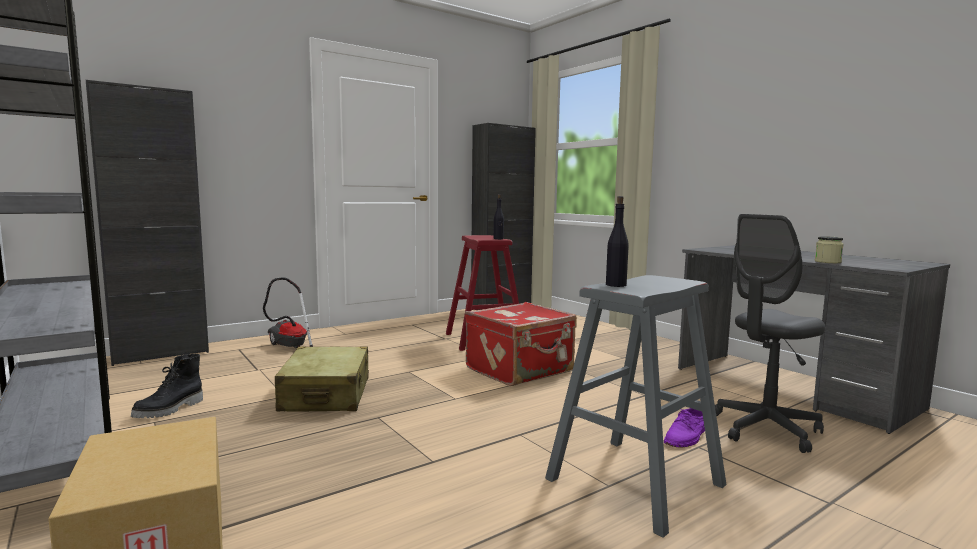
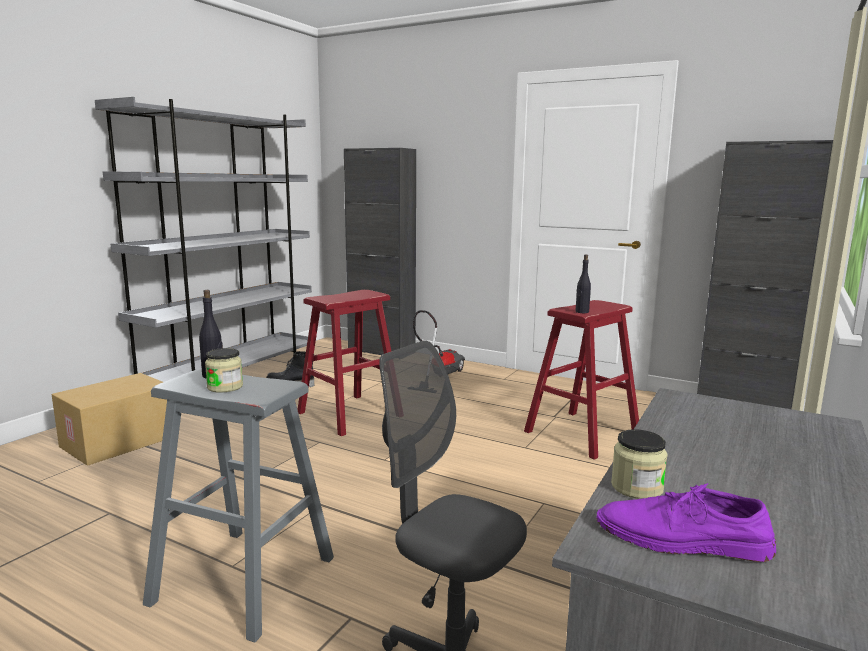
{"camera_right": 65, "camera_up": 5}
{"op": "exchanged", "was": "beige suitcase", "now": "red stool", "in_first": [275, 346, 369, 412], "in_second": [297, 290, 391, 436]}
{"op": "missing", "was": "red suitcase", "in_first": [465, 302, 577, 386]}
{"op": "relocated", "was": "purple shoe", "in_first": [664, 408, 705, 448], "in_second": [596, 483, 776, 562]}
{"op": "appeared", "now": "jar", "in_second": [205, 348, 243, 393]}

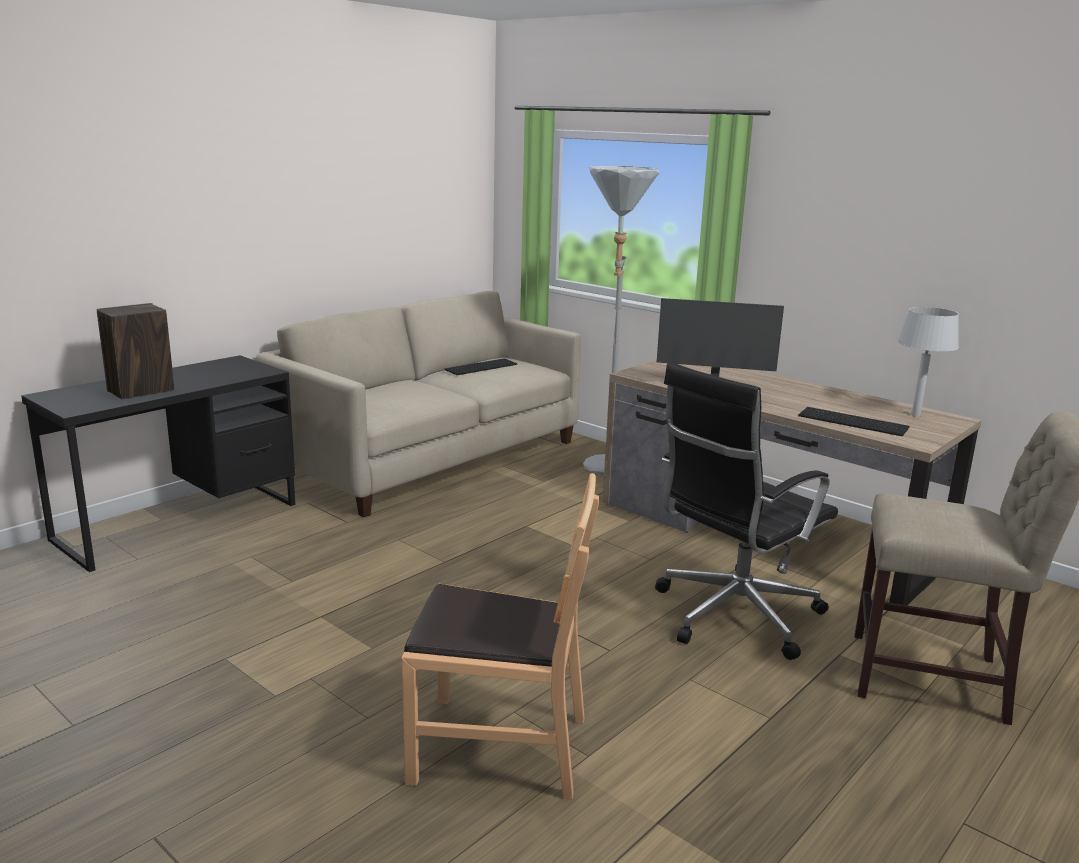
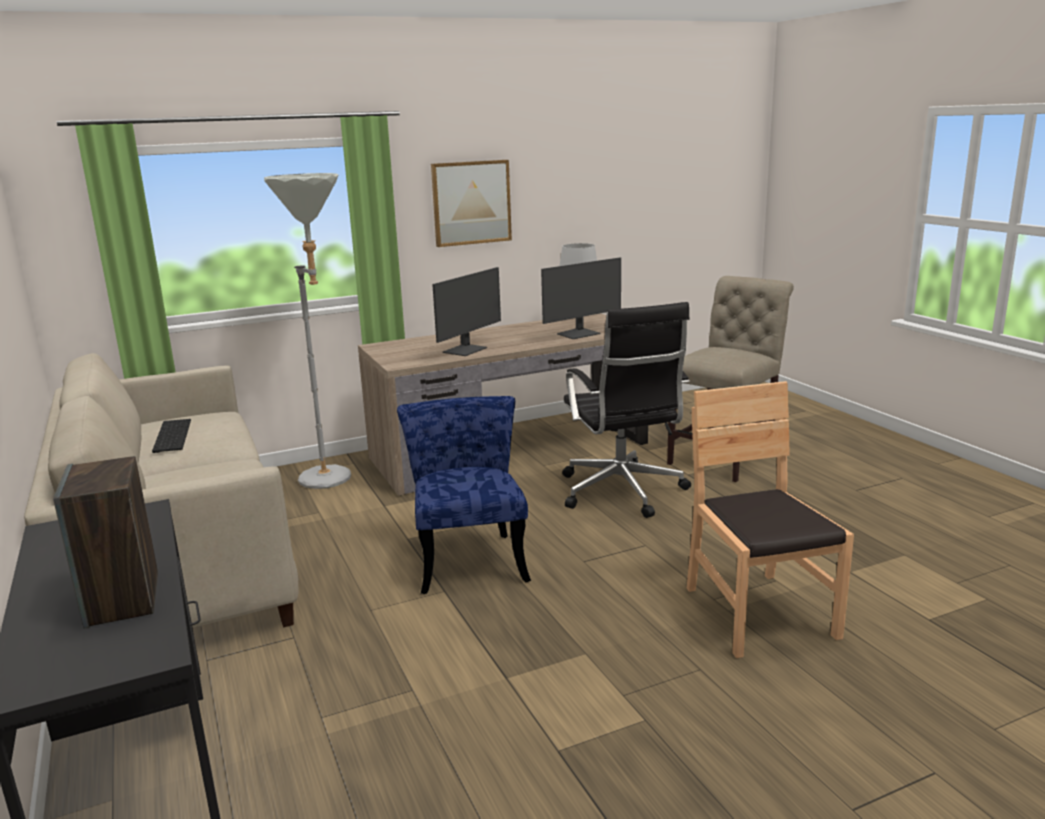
{"camera_right": -65, "camera_up": 0}
{"op": "spun", "was": "brown chair", "in_first": [402, 473, 599, 799], "in_second": [687, 381, 854, 658], "clockwise": -45}
{"op": "exchanged", "was": "keyboard", "now": "monitor", "in_first": [798, 407, 910, 436], "in_second": [541, 257, 621, 339]}
{"op": "appeared", "now": "blue chair", "in_second": [397, 396, 531, 594]}
{"op": "appeared", "now": "picture", "in_second": [431, 160, 512, 247]}

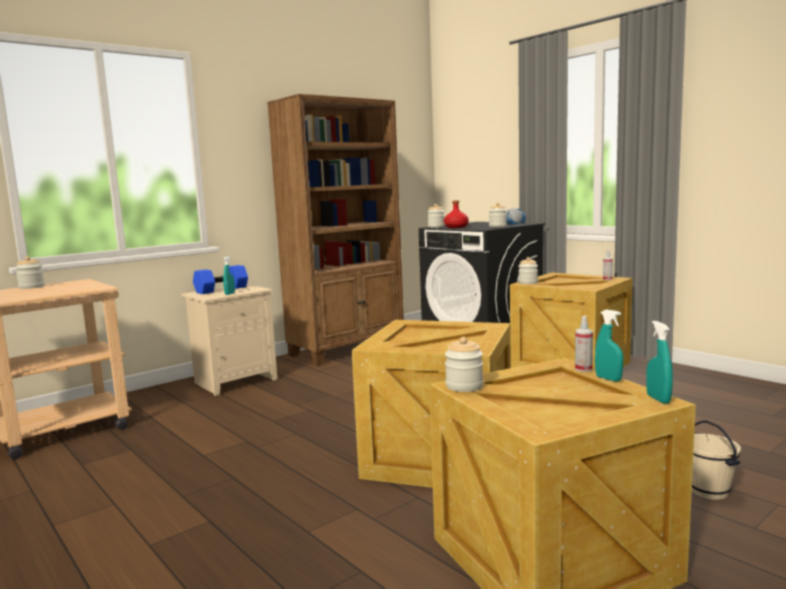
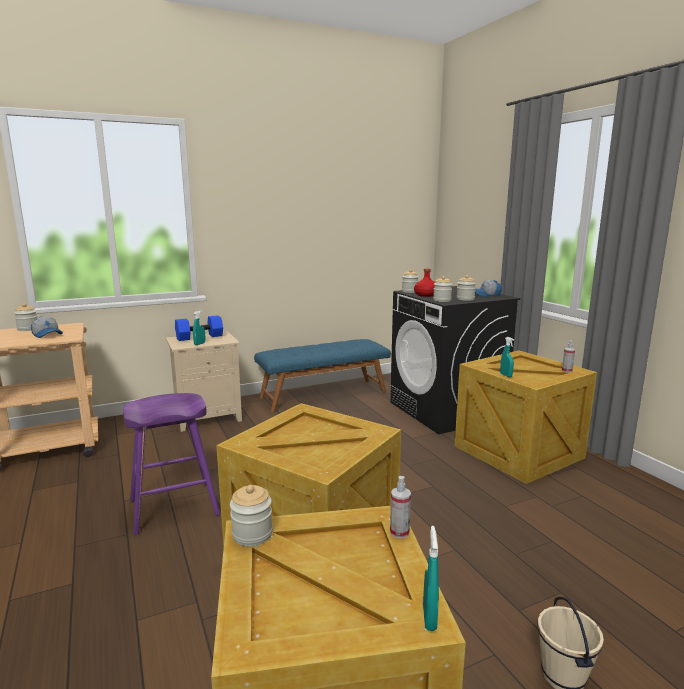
{"camera_right": 15, "camera_up": 5}
{"op": "exchanged", "was": "brown bookcase", "now": "blue bench", "in_first": [267, 94, 404, 366], "in_second": [254, 339, 391, 412]}
{"op": "relocated", "was": "jar", "in_first": [518, 257, 538, 284], "in_second": [433, 276, 452, 302]}
{"op": "relocated", "was": "turquoise spray bottle", "in_first": [595, 309, 623, 381], "in_second": [500, 337, 514, 377]}
{"op": "appeared", "now": "cap", "in_second": [31, 316, 63, 338]}
{"op": "appeared", "now": "purple stool", "in_second": [123, 393, 220, 535]}

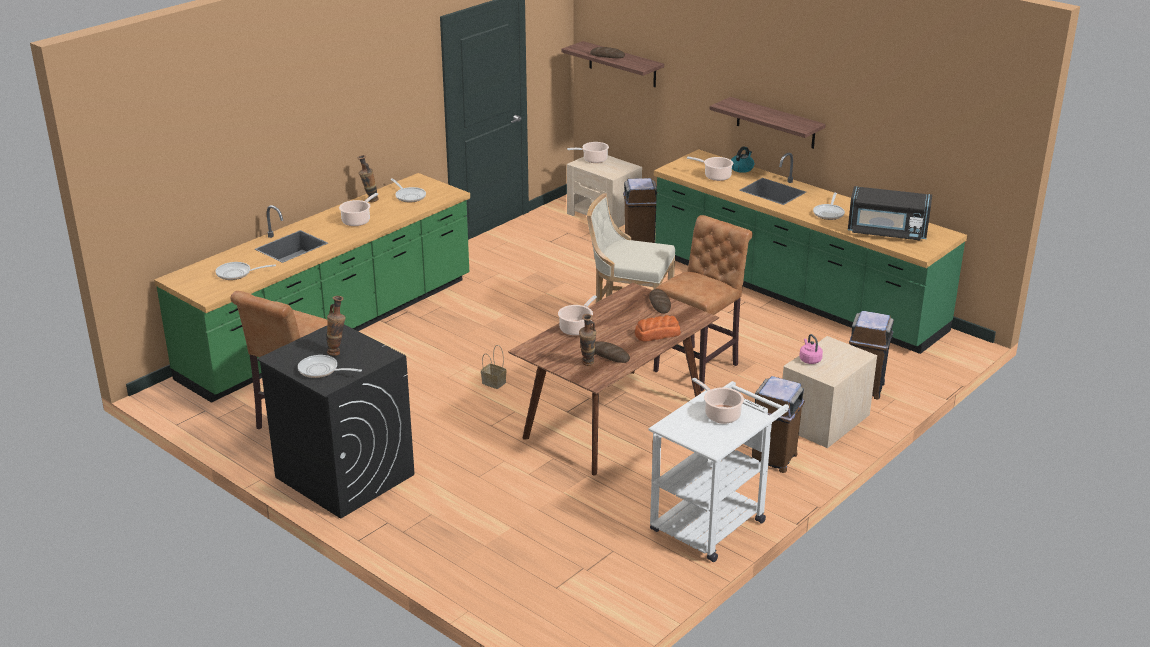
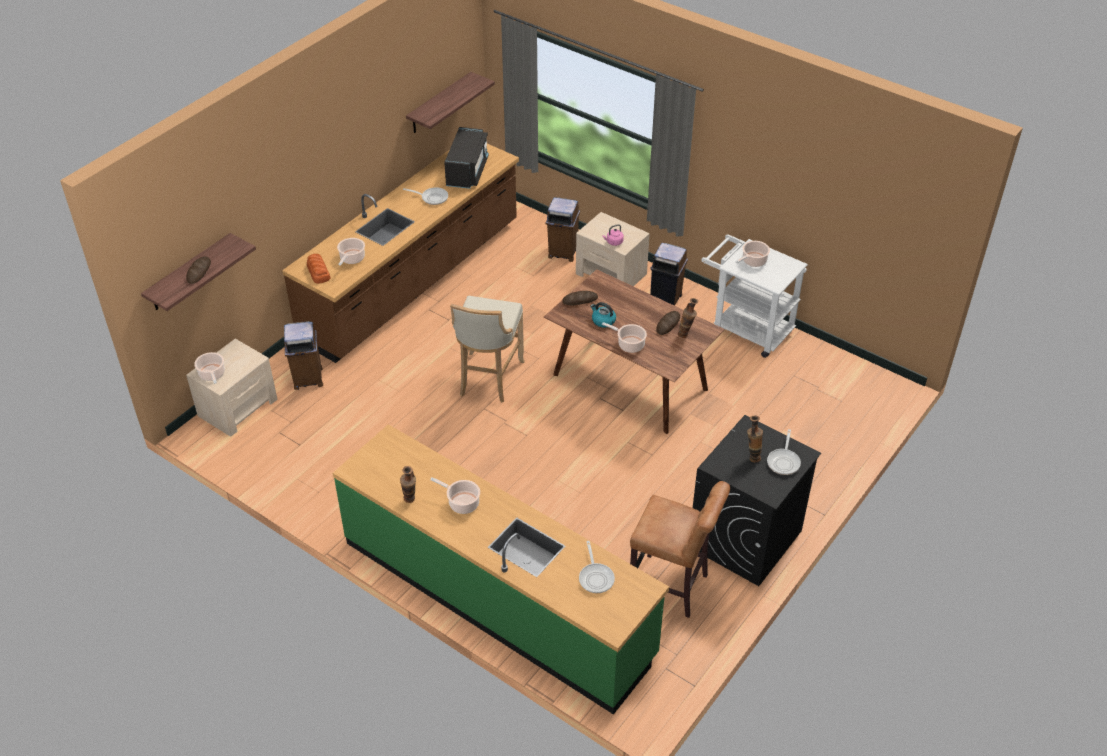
{"camera_right": -95, "camera_up": 15}
{"op": "missing", "was": "frying pan", "in_first": [391, 178, 426, 203]}
{"op": "missing", "was": "basket", "in_first": [481, 345, 507, 389]}
{"op": "relocated", "was": "bread", "in_first": [635, 315, 681, 342], "in_second": [307, 254, 331, 284]}
{"op": "colour", "was": "green counter", "now": "brown counter", "in_first": [654, 149, 967, 354], "in_second": [282, 144, 519, 363]}
{"op": "missing", "was": "brown stool", "in_first": [654, 215, 753, 391]}
{"op": "relocated", "was": "shelf", "in_first": [710, 97, 826, 149], "in_second": [406, 72, 495, 133]}
{"op": "relocated", "was": "kettle", "in_first": [731, 147, 754, 173], "in_second": [590, 302, 616, 328]}

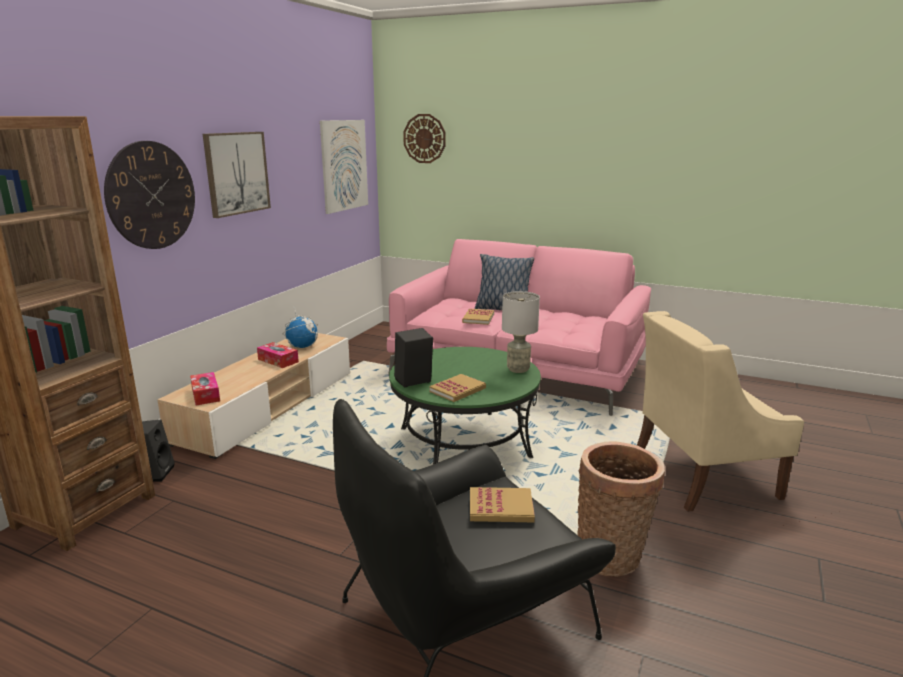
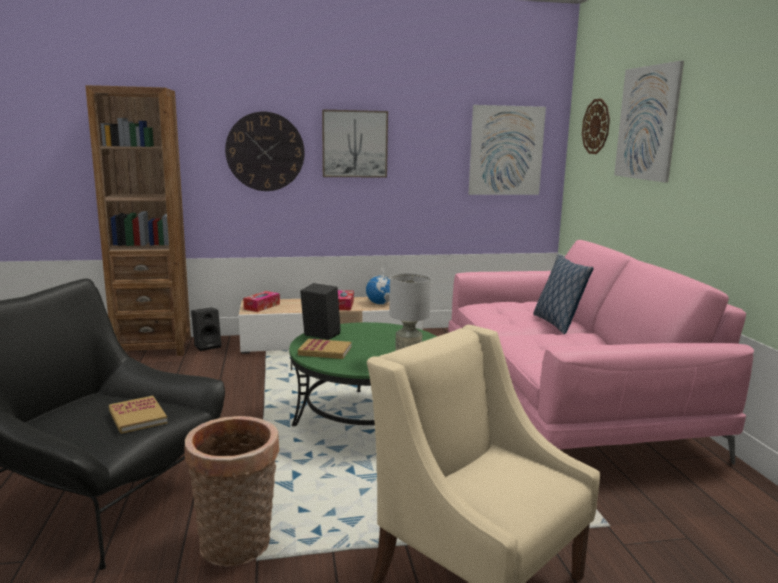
{"camera_right": 55, "camera_up": -5}
{"op": "missing", "was": "book", "in_first": [462, 309, 494, 325]}
{"op": "appeared", "now": "picture", "in_second": [614, 61, 684, 183]}

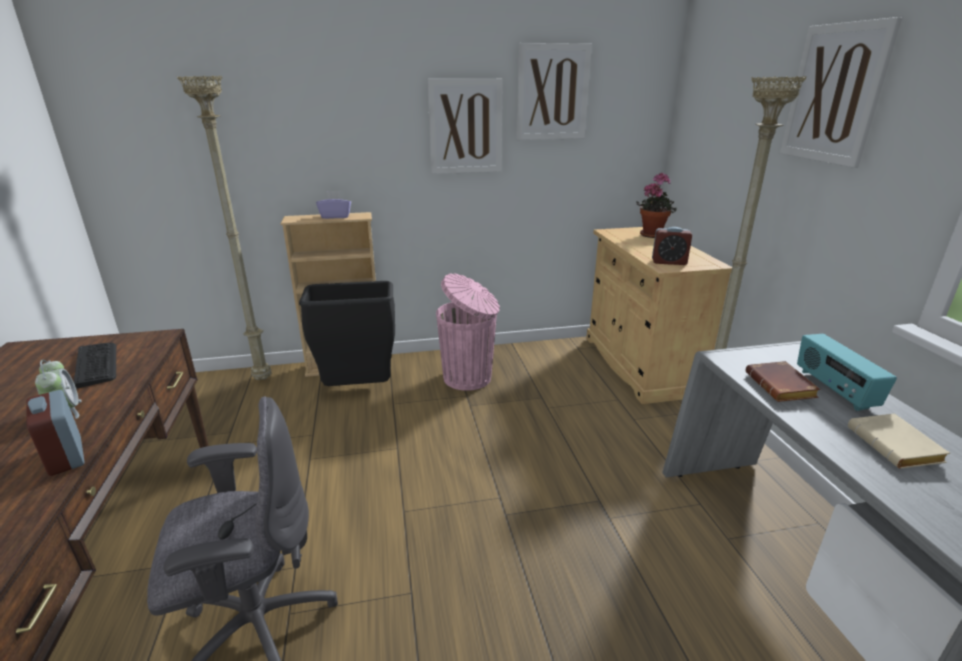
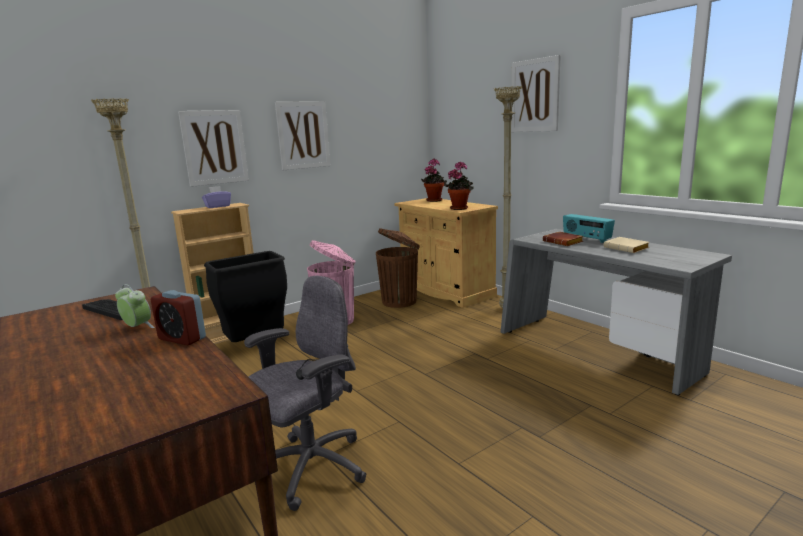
{"camera_right": -25, "camera_up": -10}
{"op": "relocated", "was": "picture", "in_first": [516, 43, 592, 140], "in_second": [178, 110, 249, 187]}
{"op": "exchanged", "was": "alarm clock", "now": "potted plant", "in_first": [652, 227, 692, 265], "in_second": [444, 161, 474, 210]}
{"op": "appeared", "now": "brown trash can", "in_second": [376, 228, 420, 308]}

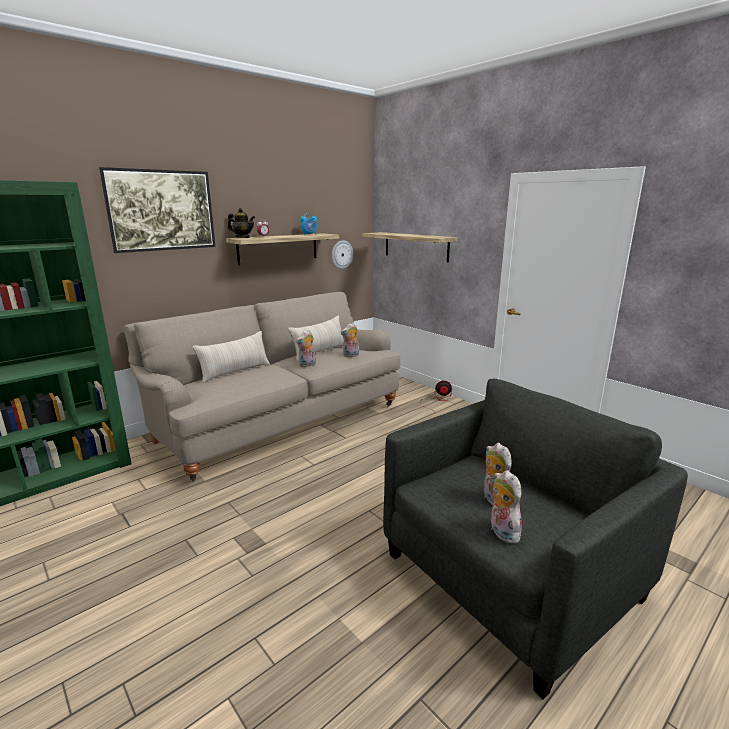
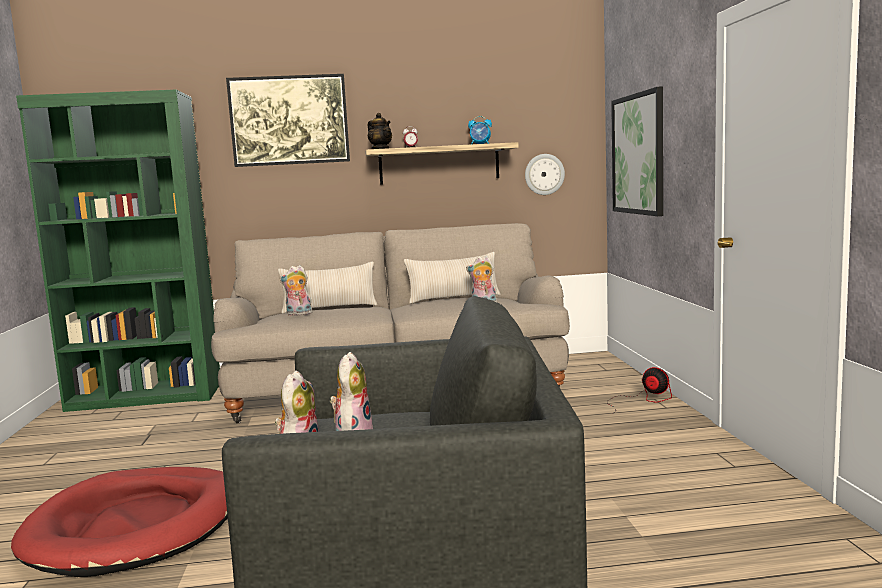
{"camera_right": 35, "camera_up": -10}
{"op": "relocated", "was": "plush toy", "in_first": [296, 330, 316, 367], "in_second": [279, 265, 313, 316]}
{"op": "exchanged", "was": "shelf", "now": "picture", "in_first": [362, 232, 458, 262], "in_second": [611, 86, 663, 216]}
{"op": "appeared", "now": "red dog bed", "in_second": [11, 467, 228, 577]}

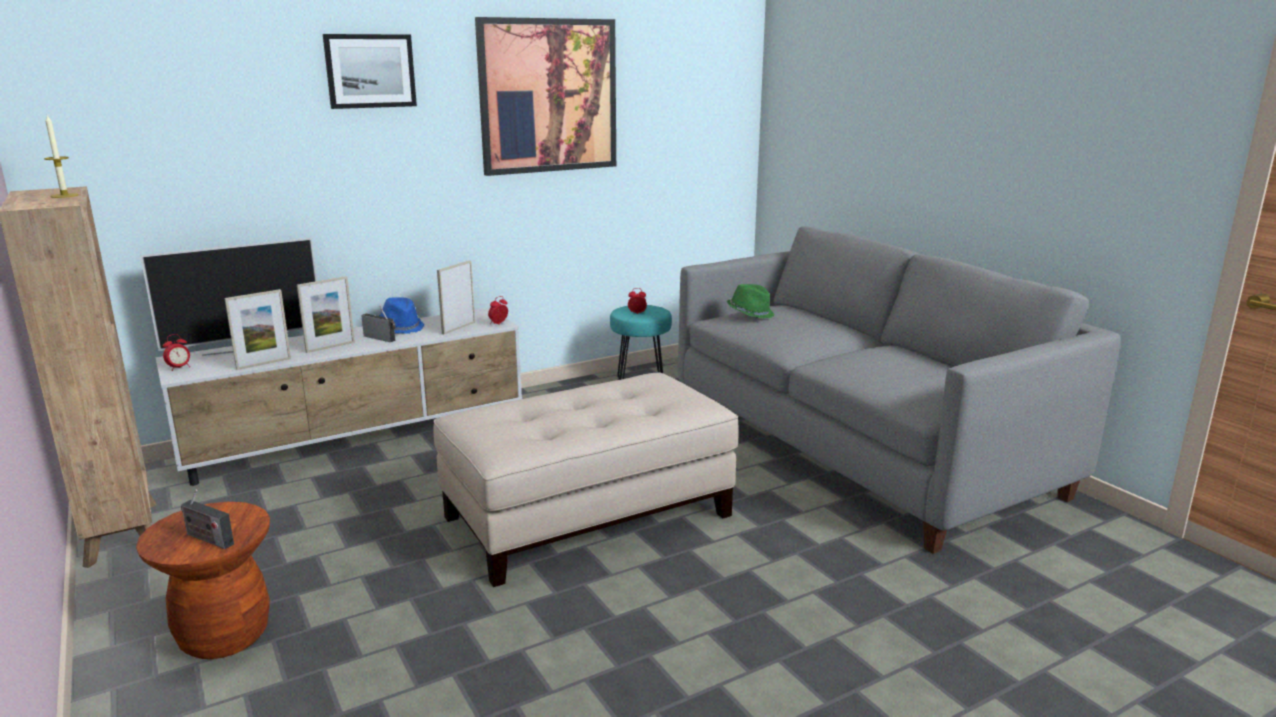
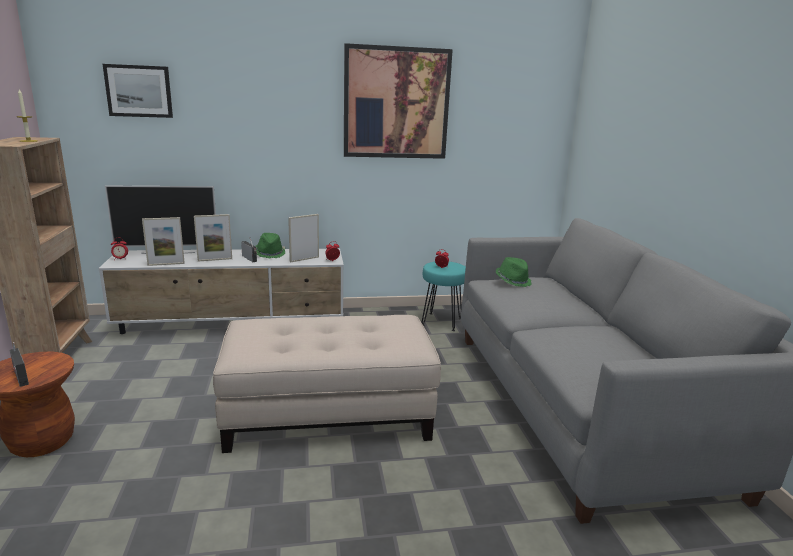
{"camera_right": 20, "camera_up": 0}
{"op": "relocated", "was": "picture", "in_first": [323, 34, 417, 109], "in_second": [103, 64, 173, 118]}
{"op": "colour", "was": "blue hat", "now": "green hat", "in_first": [379, 297, 425, 334], "in_second": [255, 233, 285, 258]}

